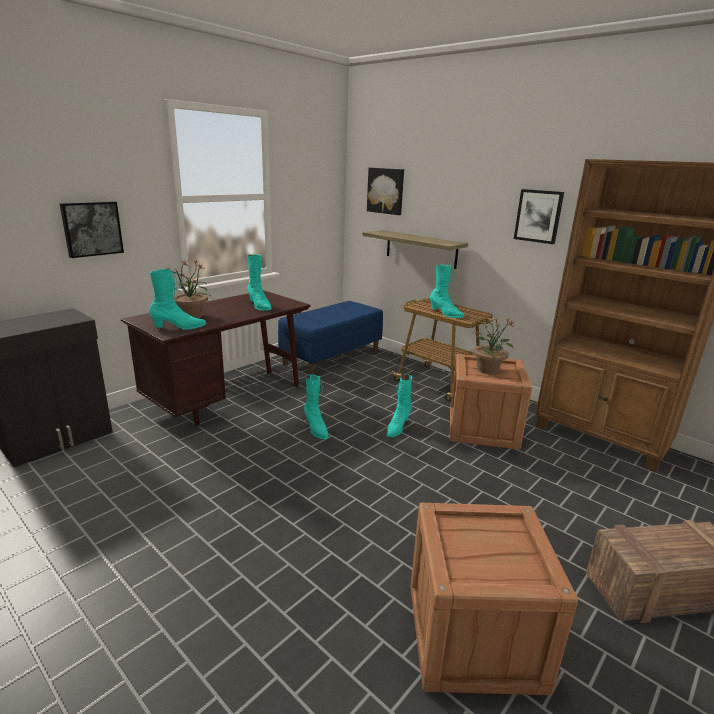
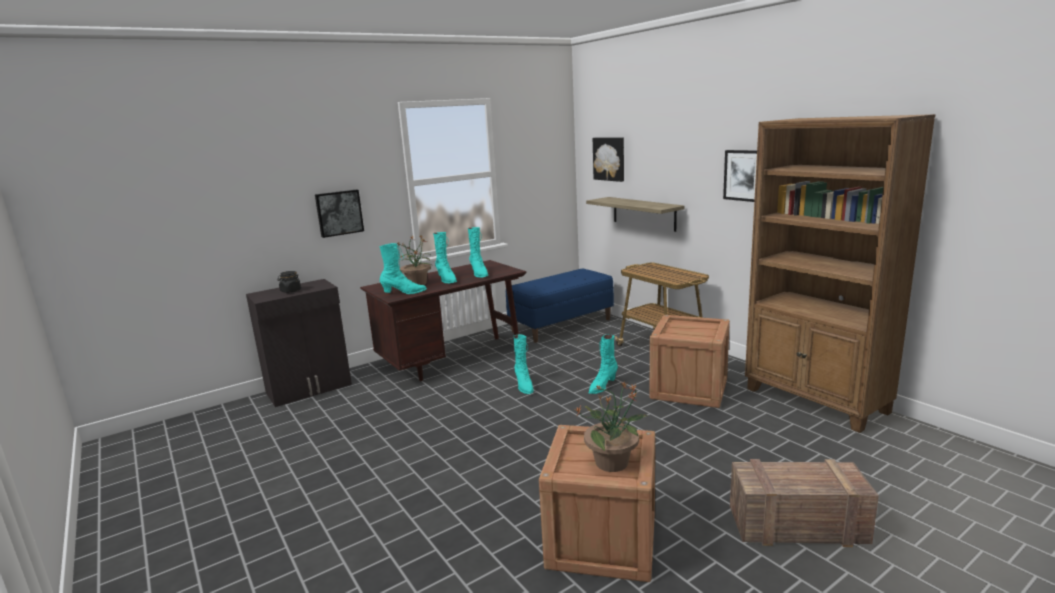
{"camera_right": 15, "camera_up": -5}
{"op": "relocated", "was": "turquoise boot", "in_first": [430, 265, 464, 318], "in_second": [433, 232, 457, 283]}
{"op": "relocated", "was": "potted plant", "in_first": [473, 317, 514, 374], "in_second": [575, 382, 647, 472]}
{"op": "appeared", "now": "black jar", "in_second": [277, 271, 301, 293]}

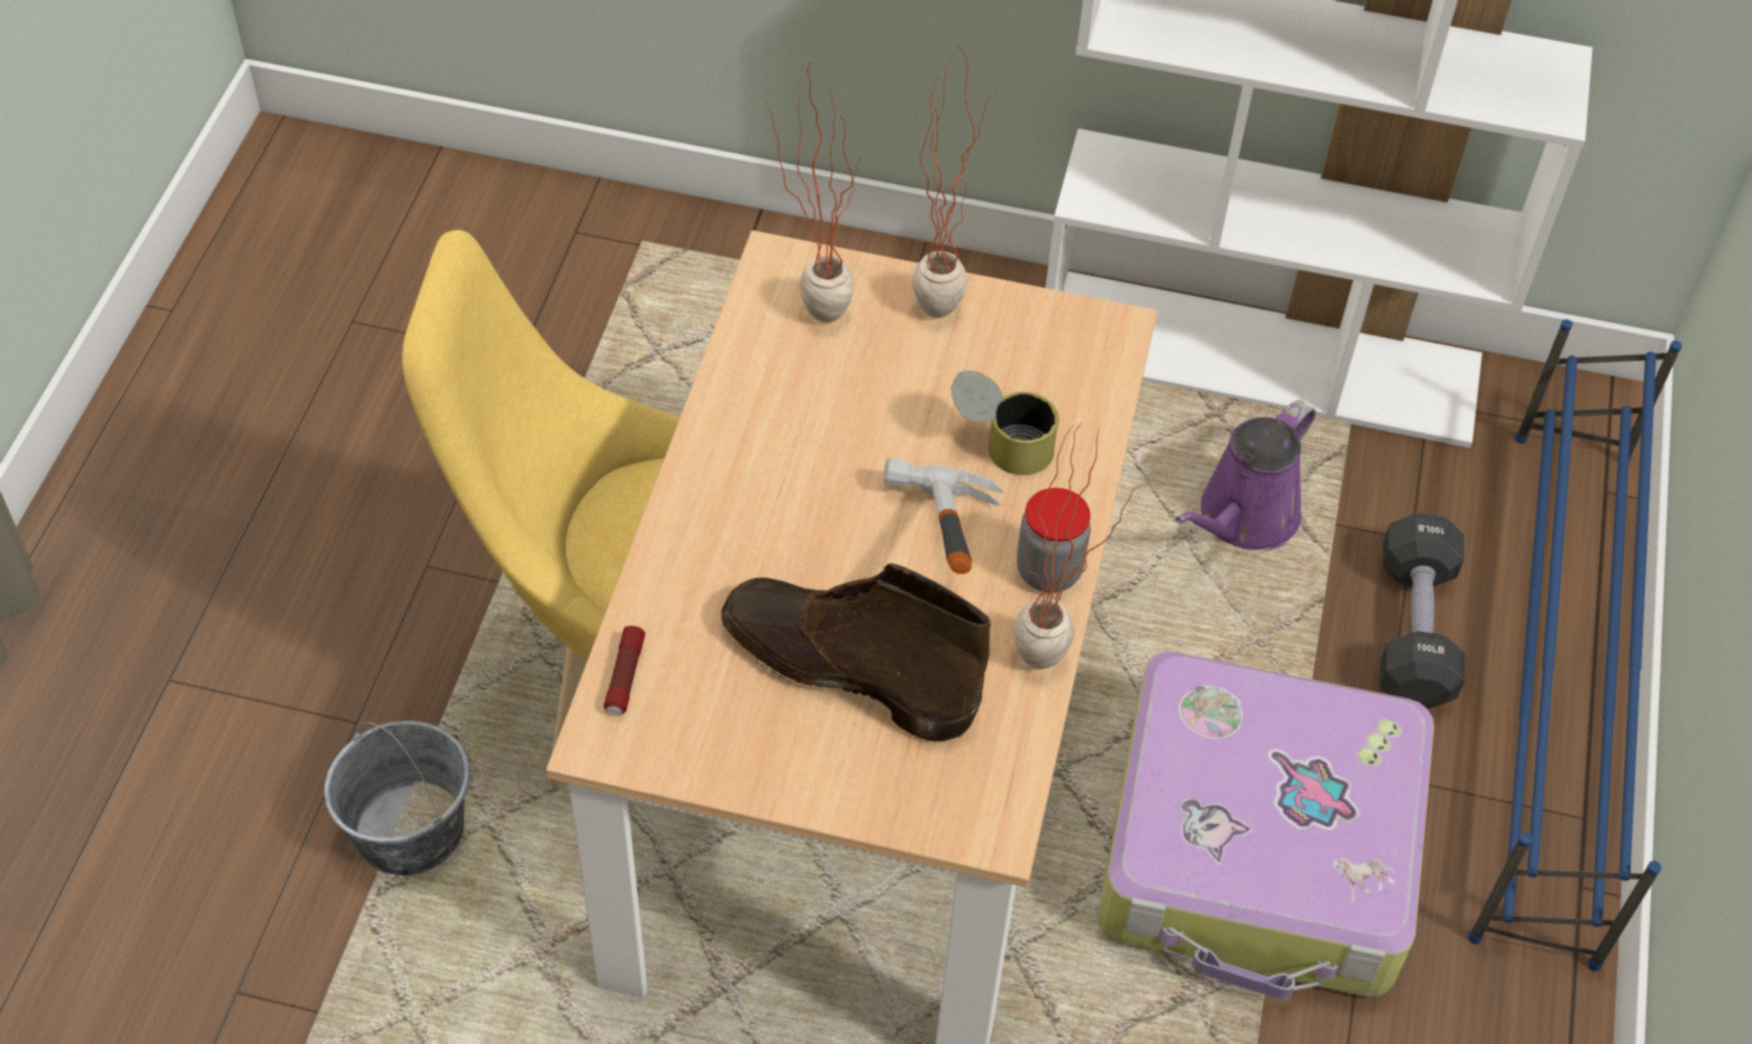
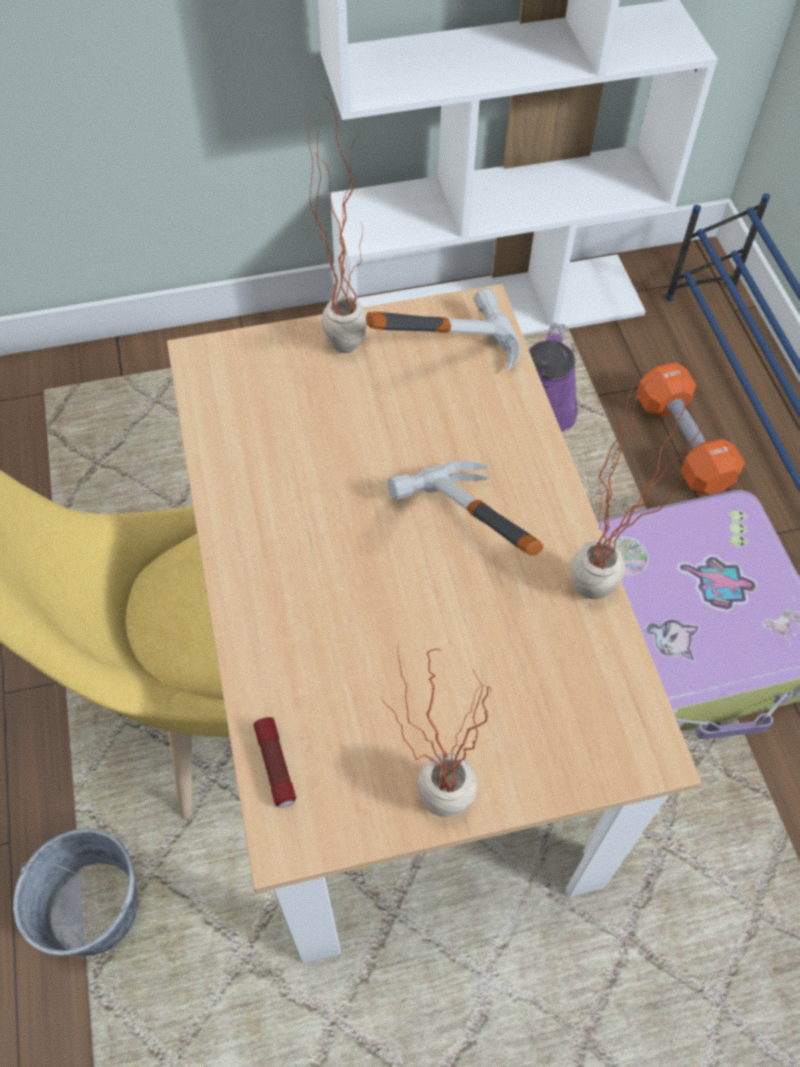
{"camera_right": -25, "camera_up": 5}
{"op": "missing", "was": "brown boot", "in_first": [721, 563, 991, 742]}
{"op": "relocated", "was": "potted plant", "in_first": [764, 63, 863, 323], "in_second": [381, 647, 492, 817]}
{"op": "missing", "was": "can", "in_first": [951, 370, 1059, 475]}
{"op": "missing", "was": "jar", "in_first": [1017, 488, 1090, 593]}
{"op": "colour", "was": "black dumbbell", "now": "orange dumbbell", "in_first": [1380, 513, 1465, 709], "in_second": [636, 362, 745, 495]}
{"op": "appeared", "now": "hammer", "in_second": [366, 288, 521, 373]}

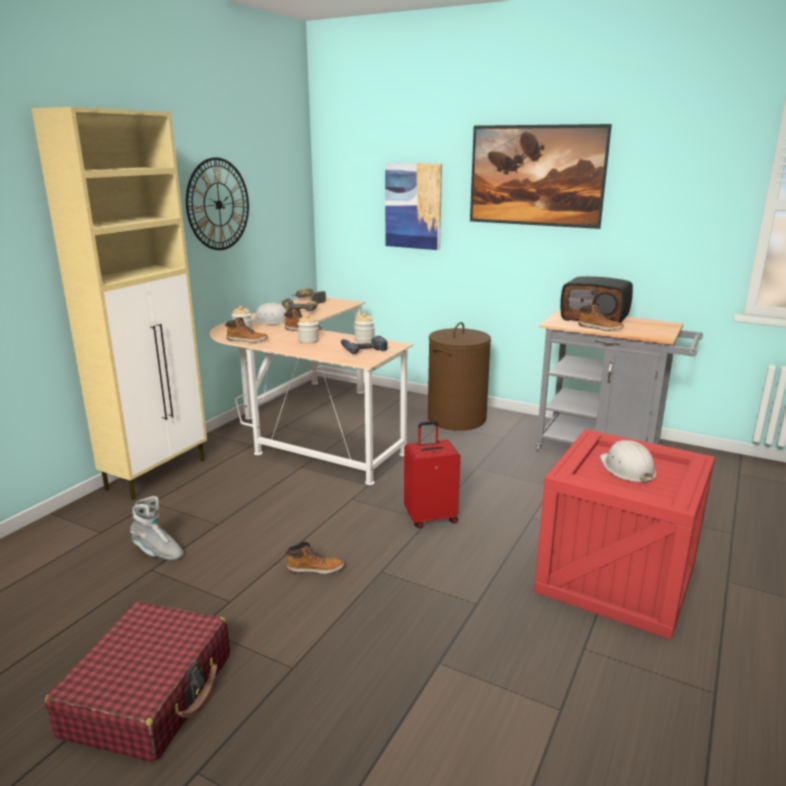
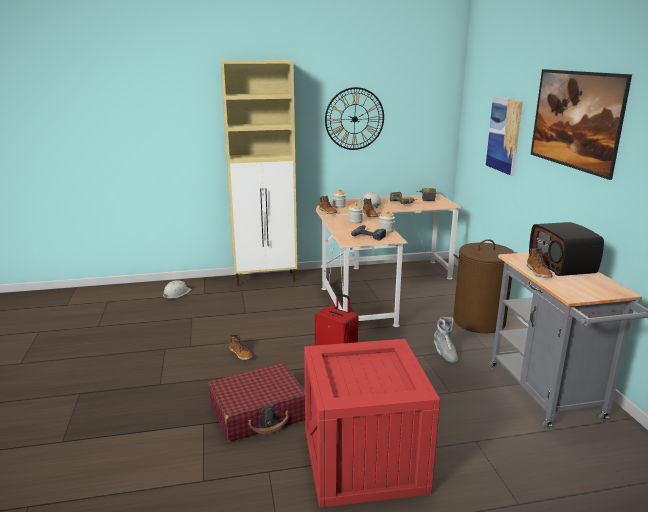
{"camera_right": 50, "camera_up": 0}
{"op": "relocated", "was": "red suitcase", "in_first": [45, 602, 230, 763], "in_second": [208, 363, 305, 442]}
{"op": "relocated", "was": "grey boot", "in_first": [130, 496, 184, 560], "in_second": [434, 317, 458, 363]}
{"op": "relocated", "was": "white hard hat", "in_first": [600, 440, 656, 484], "in_second": [163, 280, 192, 299]}

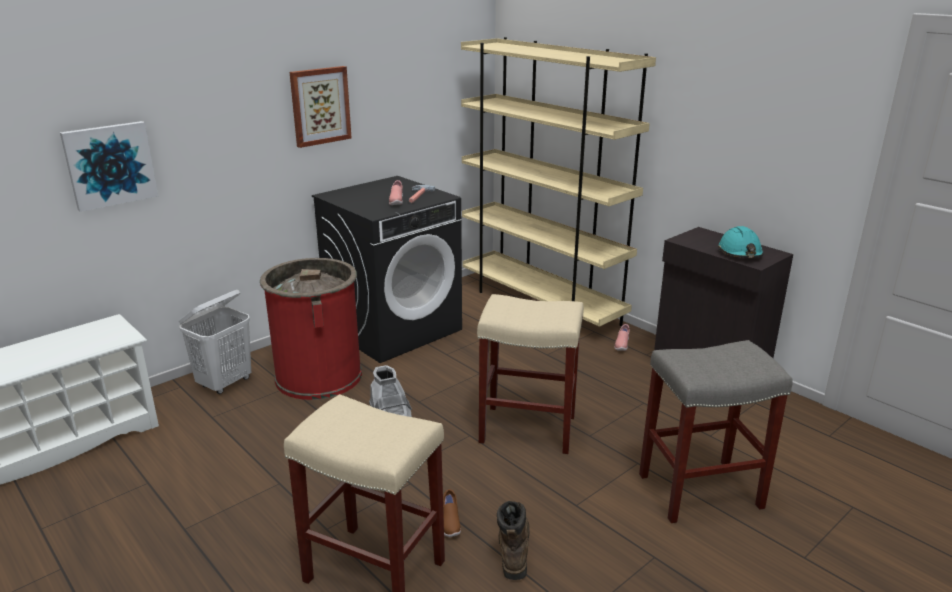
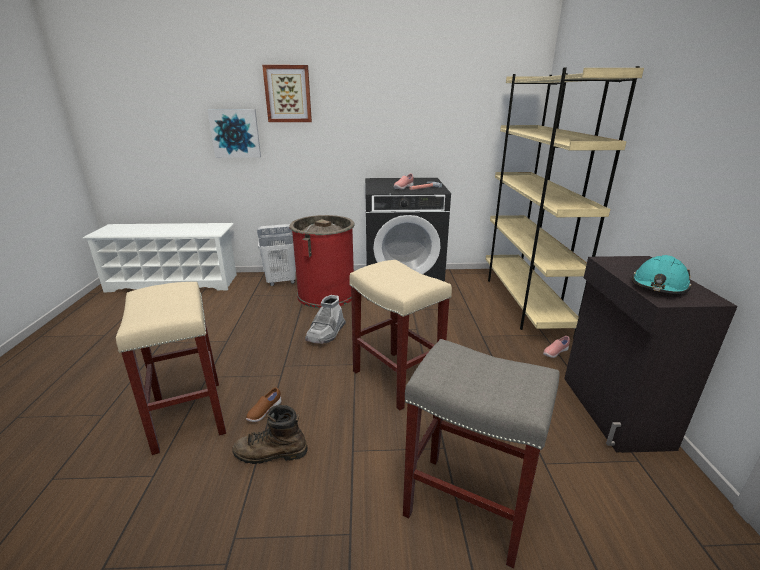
{"camera_right": 40, "camera_up": 0}
{"op": "relocated", "was": "picture", "in_first": [289, 66, 352, 148], "in_second": [262, 65, 312, 122]}
{"op": "spun", "was": "brown boot", "in_first": [497, 501, 530, 580], "in_second": [232, 405, 308, 464], "clockwise": -135}

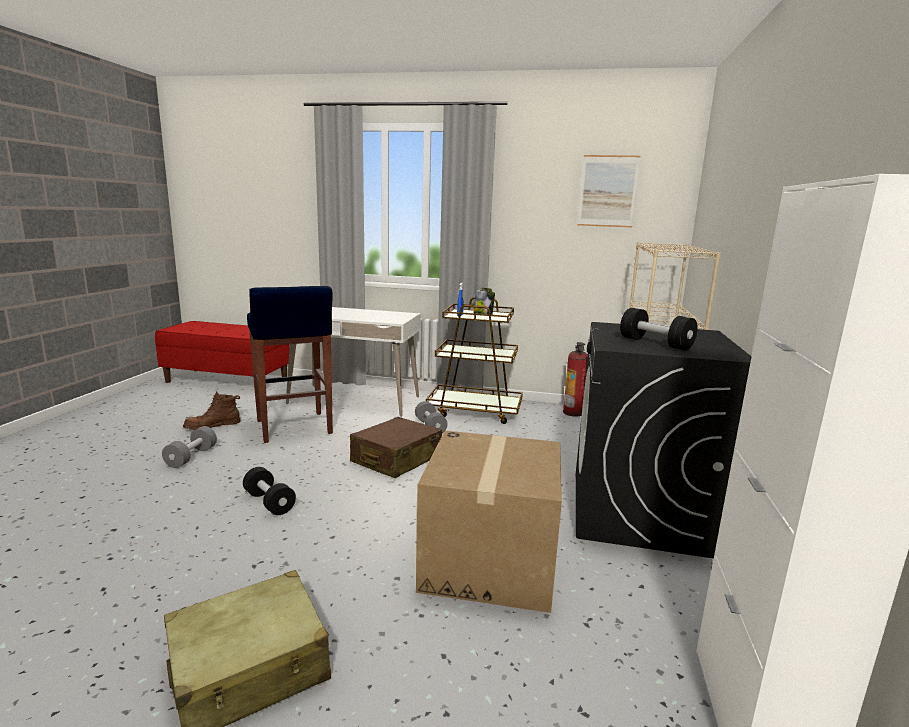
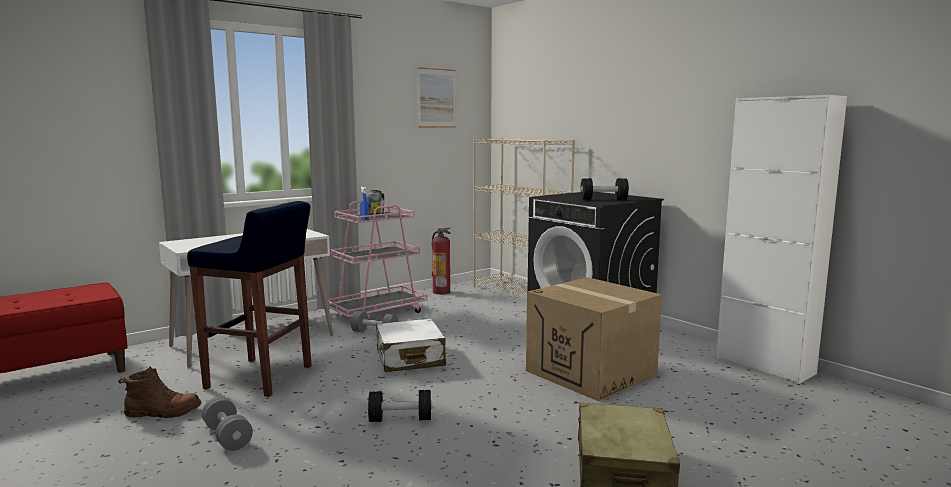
{"camera_right": -50, "camera_up": -5}
{"op": "spun", "was": "brown boot", "in_first": [183, 392, 241, 430], "in_second": [118, 367, 201, 418], "clockwise": -105}
{"op": "colour", "was": "brown suitcase", "now": "white suitcase", "in_first": [350, 417, 442, 478], "in_second": [375, 319, 446, 372]}
{"op": "colour", "was": "brown cart", "now": "pink cart", "in_first": [426, 297, 523, 424], "in_second": [328, 201, 428, 320]}

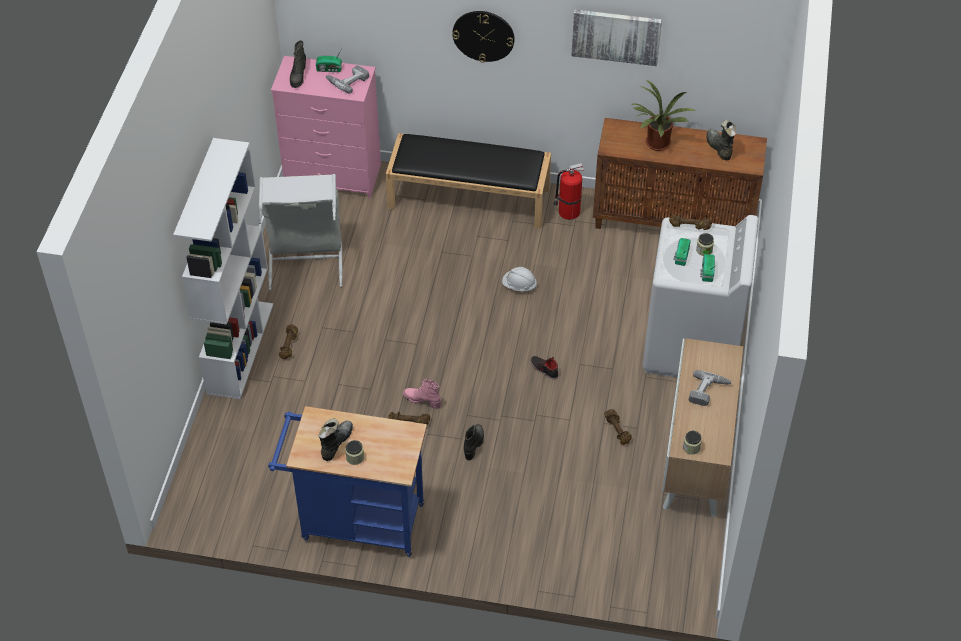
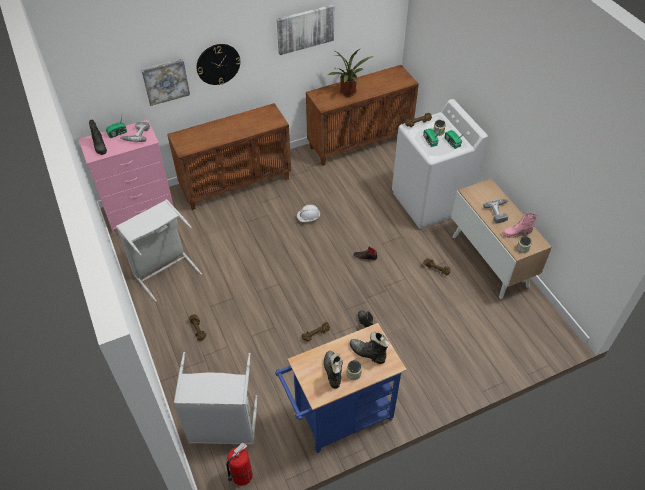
{"camera_right": -35, "camera_up": 0}
{"op": "missing", "was": "white bookcase", "in_first": [173, 138, 273, 399]}
{"op": "exchanged", "was": "black bench", "now": "brown cabinet", "in_first": [385, 133, 551, 229], "in_second": [167, 103, 291, 210]}
{"op": "relocated", "was": "pink boot", "in_first": [403, 379, 441, 409], "in_second": [502, 213, 537, 238]}
{"op": "relocated", "was": "fire extinguisher", "in_first": [554, 163, 584, 220], "in_second": [226, 442, 253, 486]}
{"op": "relocated", "was": "black boot", "in_first": [706, 120, 736, 160], "in_second": [350, 332, 389, 364]}
{"op": "appeared", "now": "picture", "in_second": [141, 59, 190, 106]}
{"op": "appeared", "now": "grey laundry basket", "in_second": [174, 352, 258, 445]}

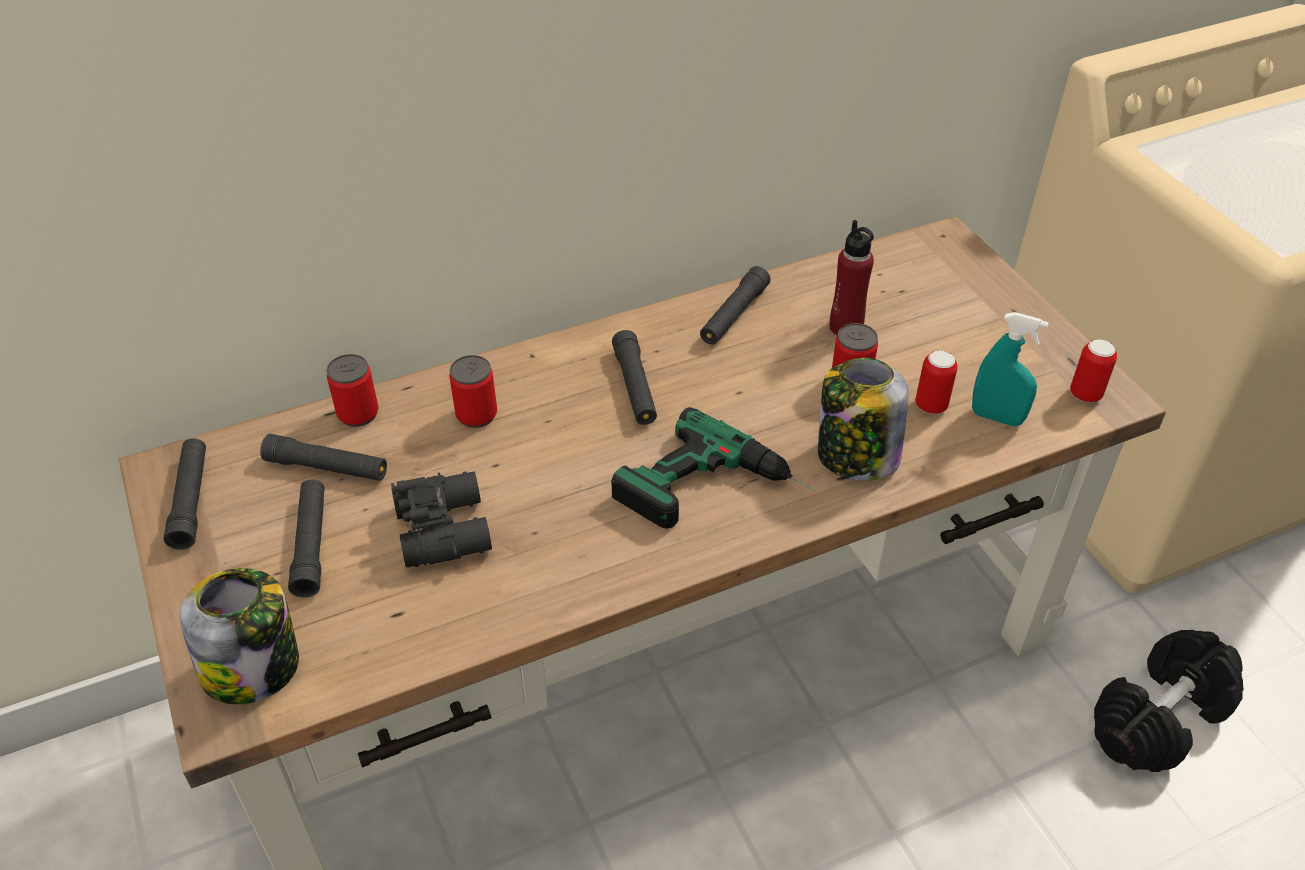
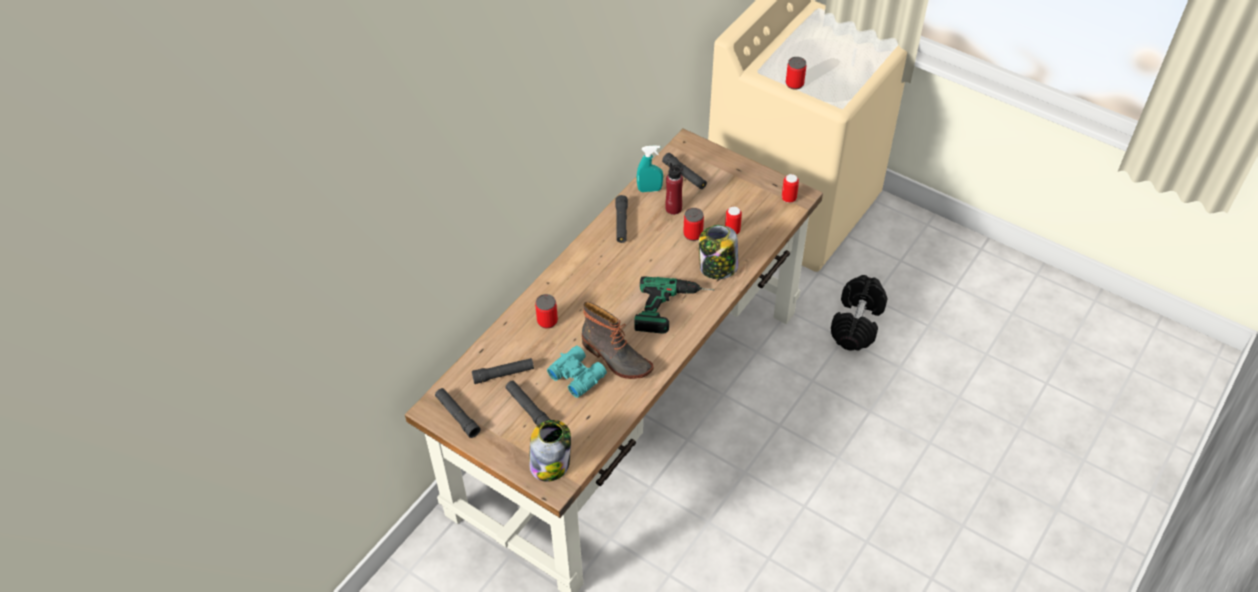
{"camera_right": -30, "camera_up": 5}
{"op": "relocated", "was": "can", "in_first": [326, 354, 378, 427], "in_second": [786, 57, 807, 90]}
{"op": "colour", "was": "black binoculars", "now": "turquoise binoculars", "in_first": [391, 472, 492, 568], "in_second": [547, 346, 607, 398]}
{"op": "relocated", "was": "black flashlight", "in_first": [612, 330, 657, 425], "in_second": [662, 153, 707, 189]}
{"op": "relocated", "was": "turquoise spray bottle", "in_first": [972, 312, 1049, 426], "in_second": [637, 145, 663, 192]}
{"op": "appeared", "now": "boot", "in_second": [582, 302, 654, 379]}

